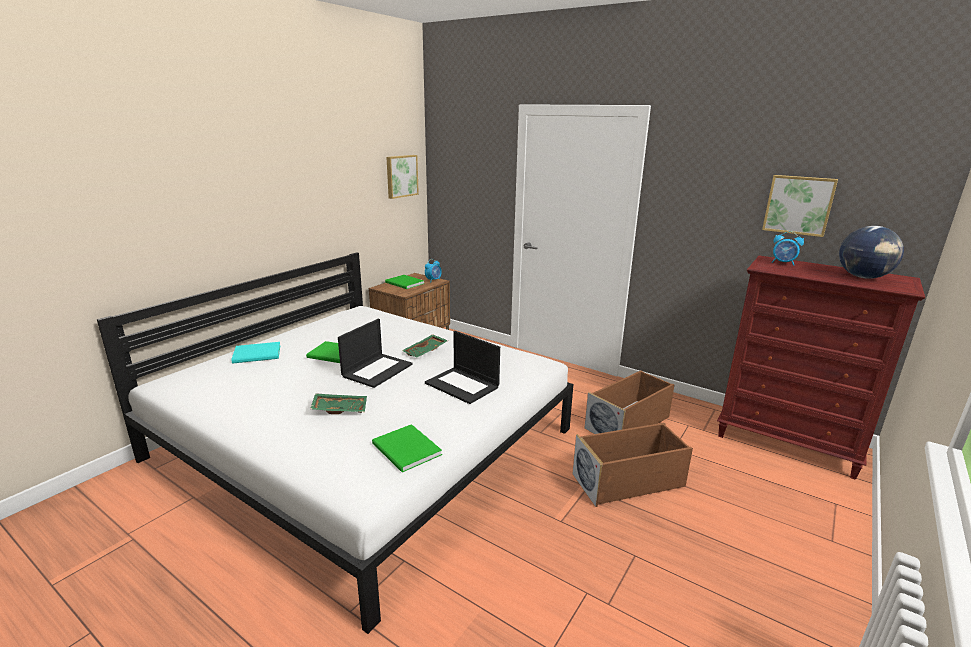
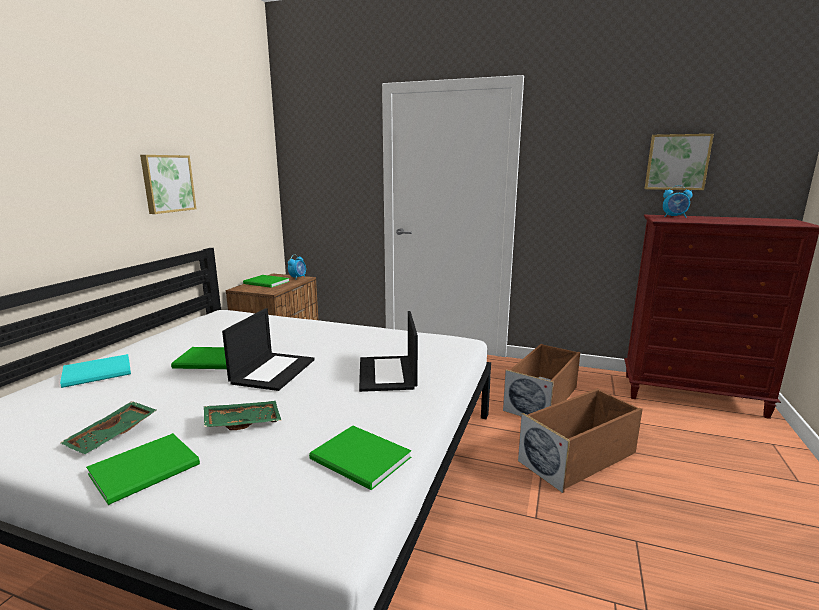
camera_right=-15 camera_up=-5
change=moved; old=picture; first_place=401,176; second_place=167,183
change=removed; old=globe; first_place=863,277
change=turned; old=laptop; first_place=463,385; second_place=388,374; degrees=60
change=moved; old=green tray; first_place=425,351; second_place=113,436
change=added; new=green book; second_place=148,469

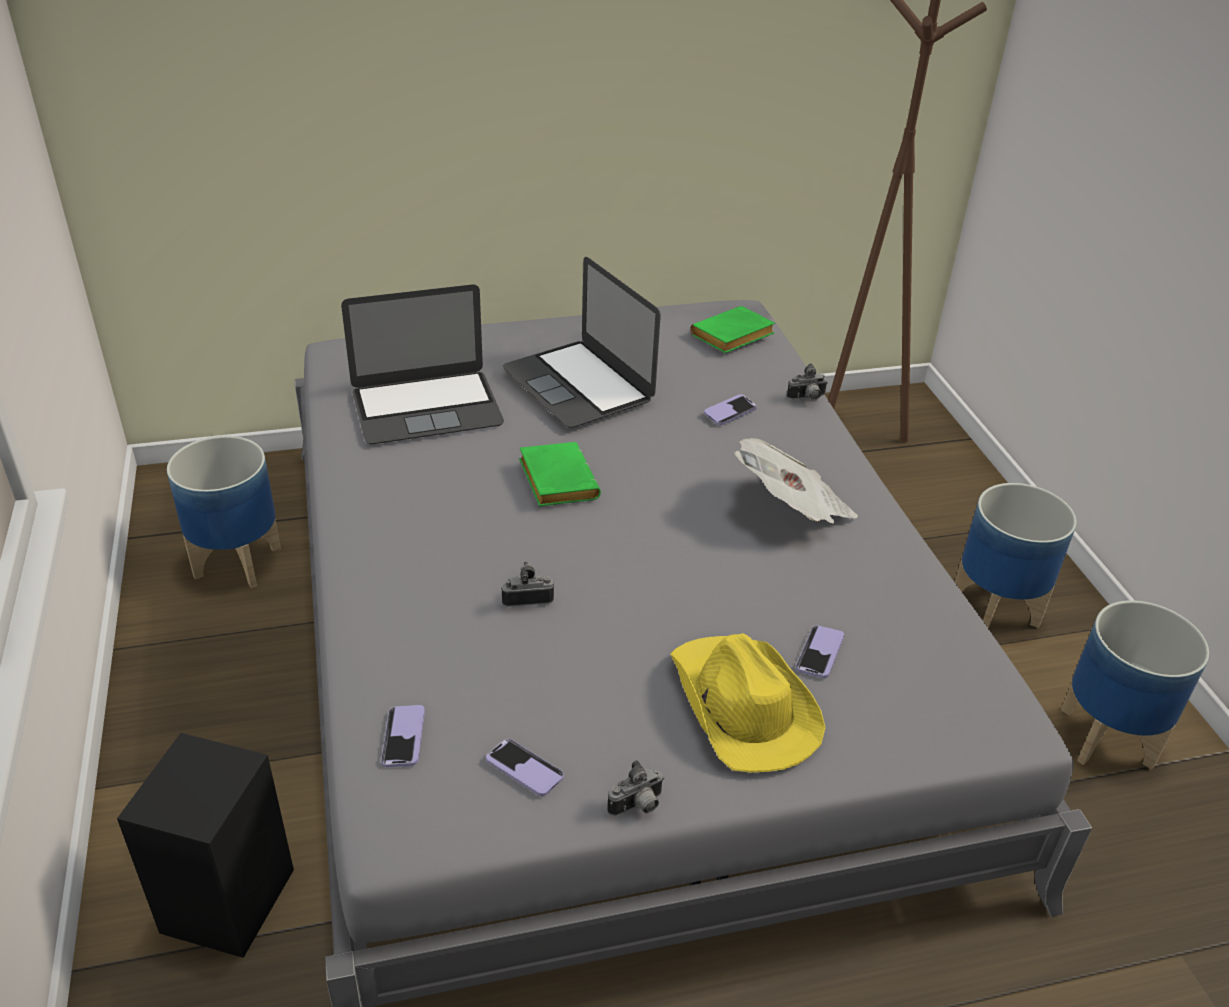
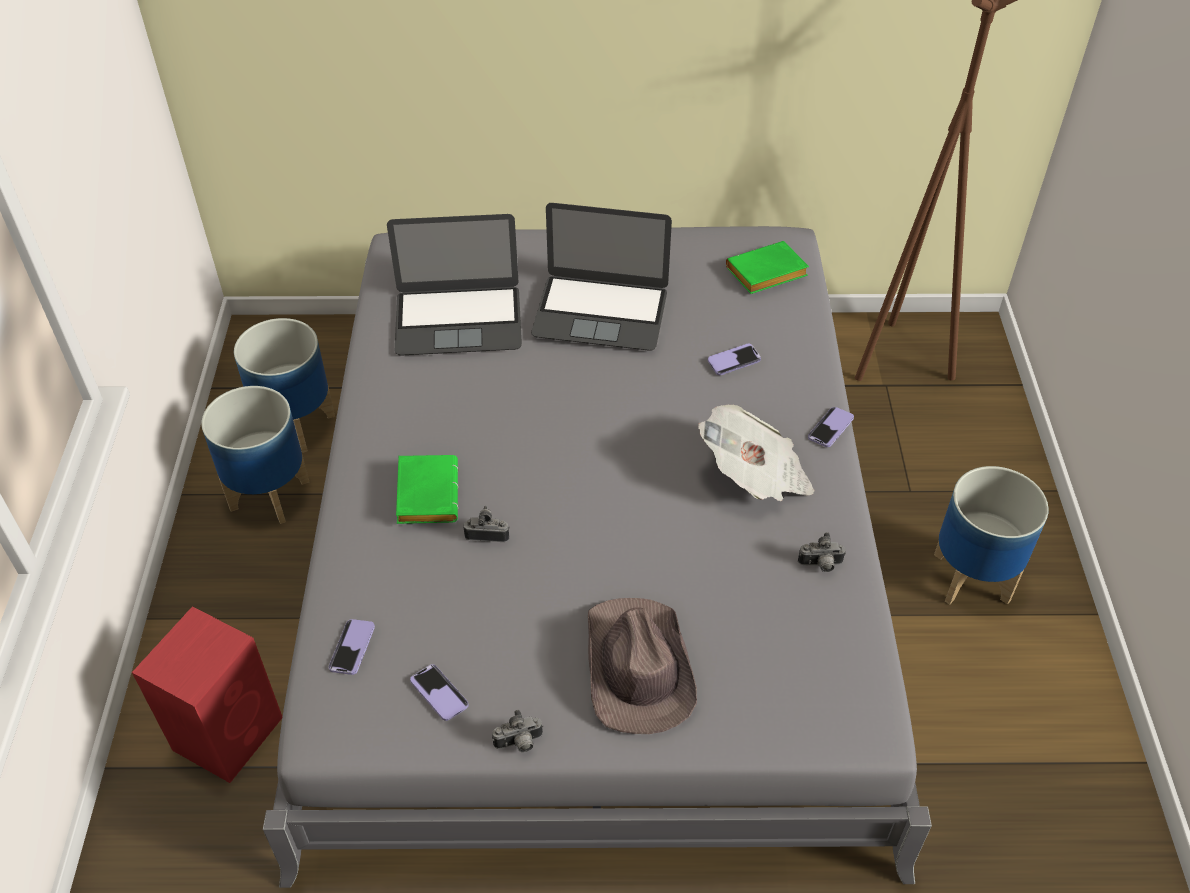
camera_right=15 camera_up=10
change=turned; old=laptop; first_place=578,384; second_place=600,312; degrees=-60
change=moved; old=photo camera; first_place=807,398; second_place=820,565
change=moved; old=green book; first_place=555,480; second_place=425,493
change=moved; old=planter; first_place=1108,737; second_place=271,495
change=moved; old=phone; first_place=819,653; second_place=830,428
change=recoloured; old=yellow hat; new=brown hat; first_place=742,706; second_place=637,667
change=recoloured; old=black speaker; new=red speaker; first_place=230,897; second_place=229,731

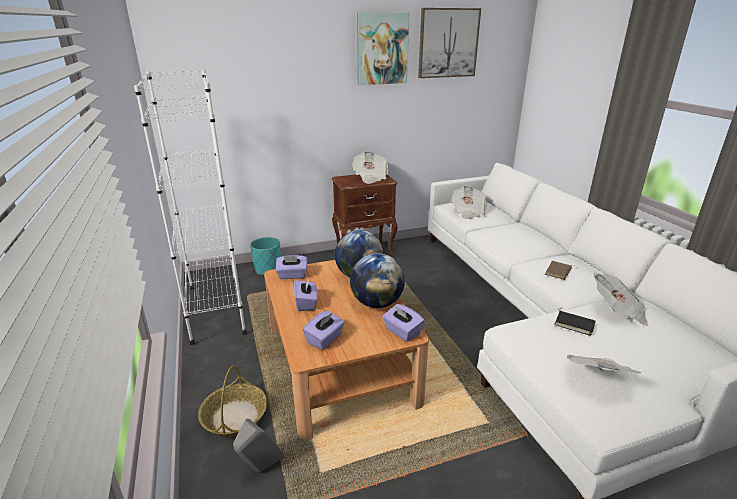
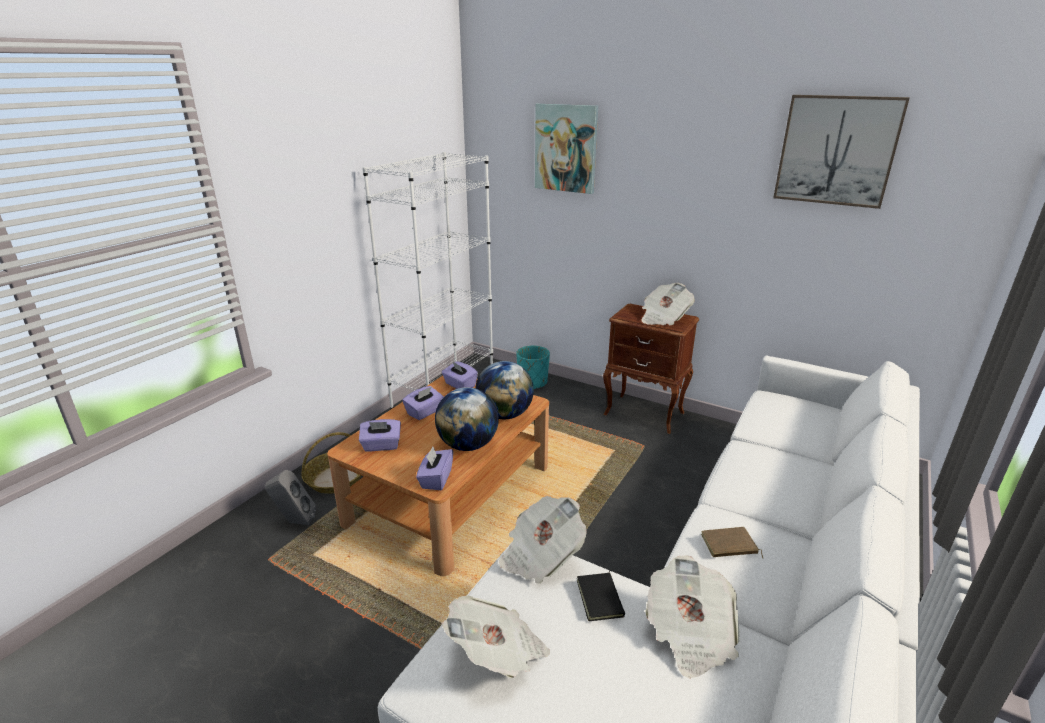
camera_right=50 camera_up=0
change=moved; old=picture; first_place=382,49; second_place=566,148
change=moved; old=newspaper; first_place=468,212; second_place=540,555

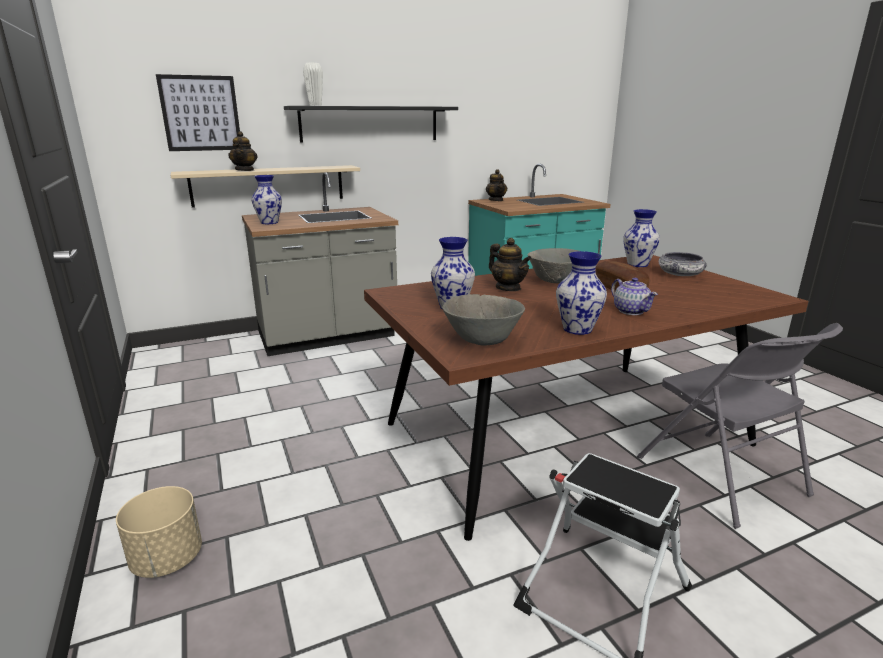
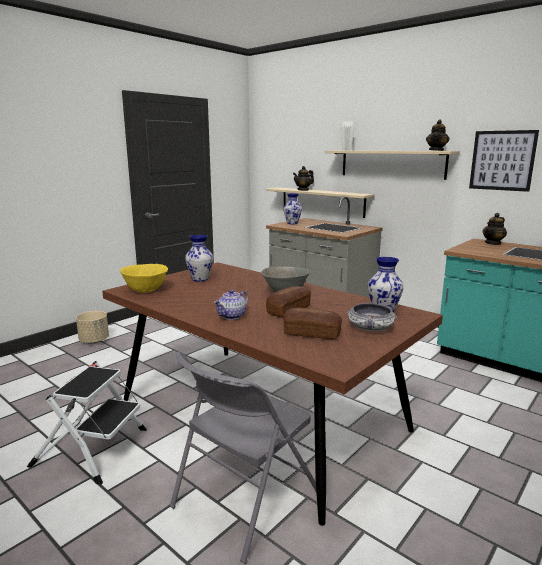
camera_right=65 camera_up=-5
change=moved; old=picture; first_place=200,113; second_place=502,160
change=recoloured; old=black shelf; new=beige shelf; first_place=370,124; second_place=391,164
change=moved; old=teapot; first_place=508,288; second_place=436,150
change=removed; old=vase; first_place=578,329
change=recoloured; old=grey bowl; new=yellow bowl; first_place=482,341; second_place=145,290
change=added; new=bread; second_place=312,334

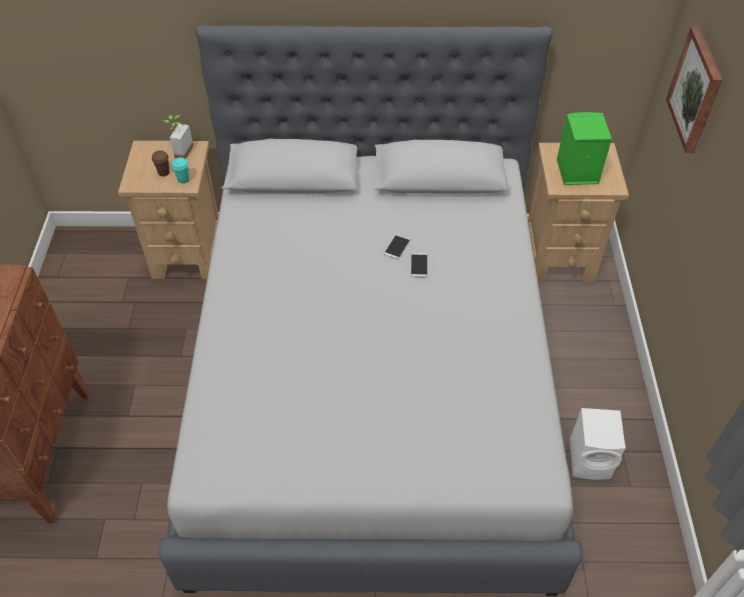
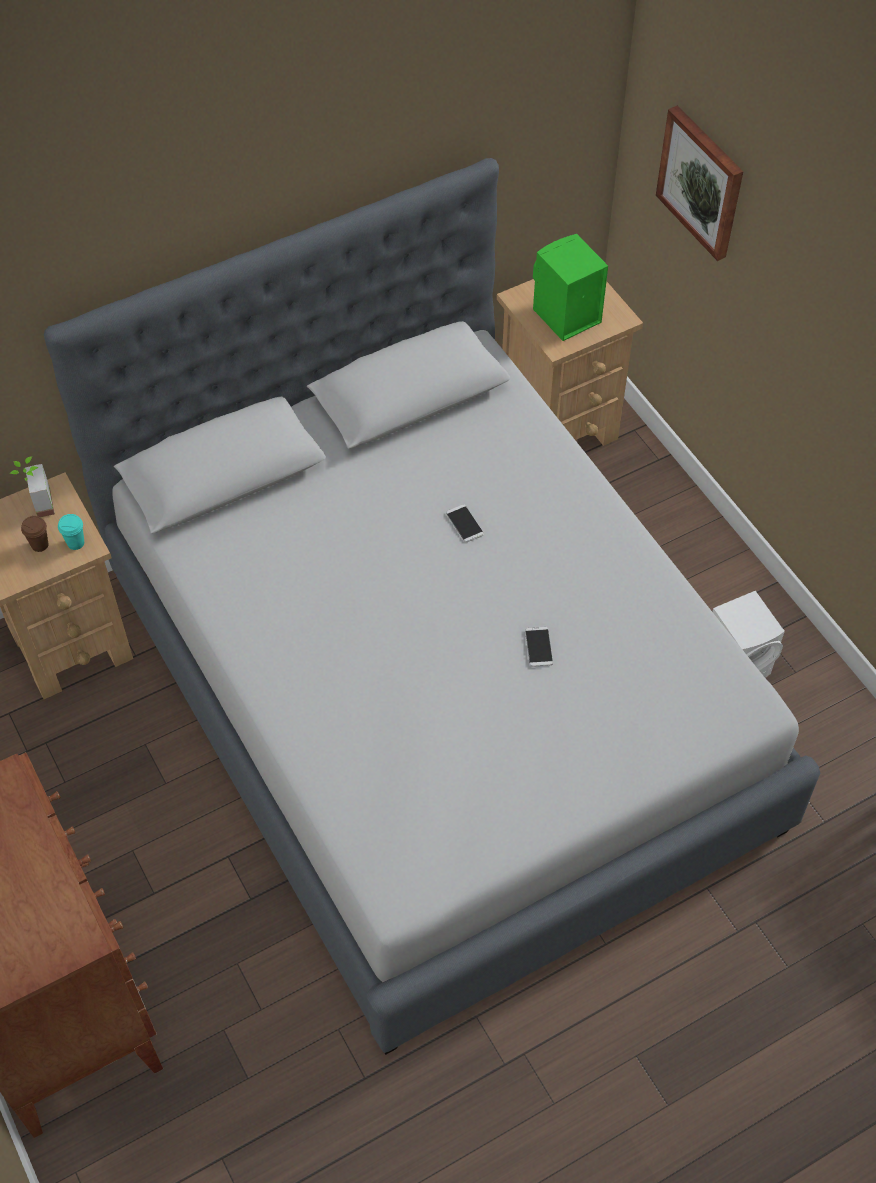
camera_right=-30 camera_up=5
change=moved; old=phone; first_place=397,247; second_place=538,647

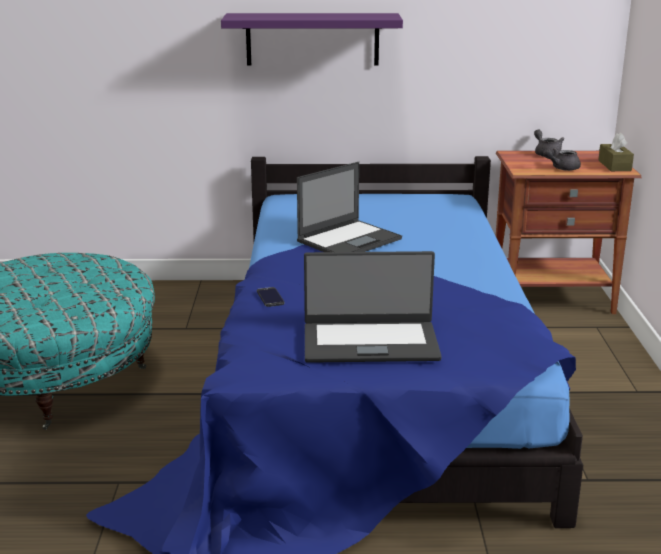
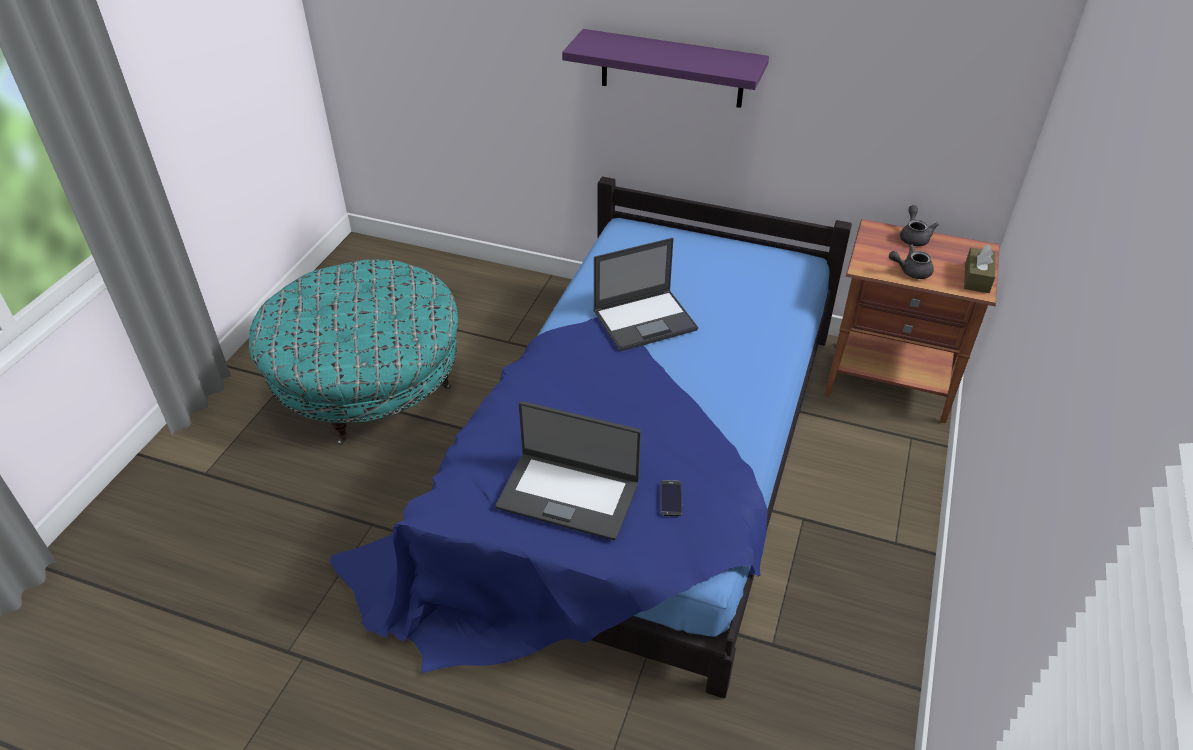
camera_right=20 camera_up=20
change=moved; old=phone; first_place=270,297; second_place=671,498

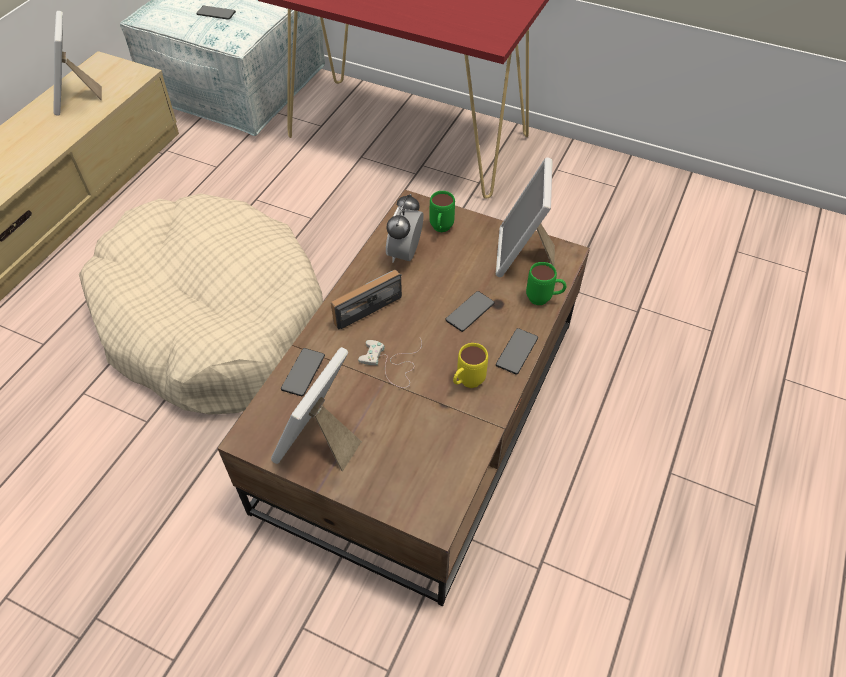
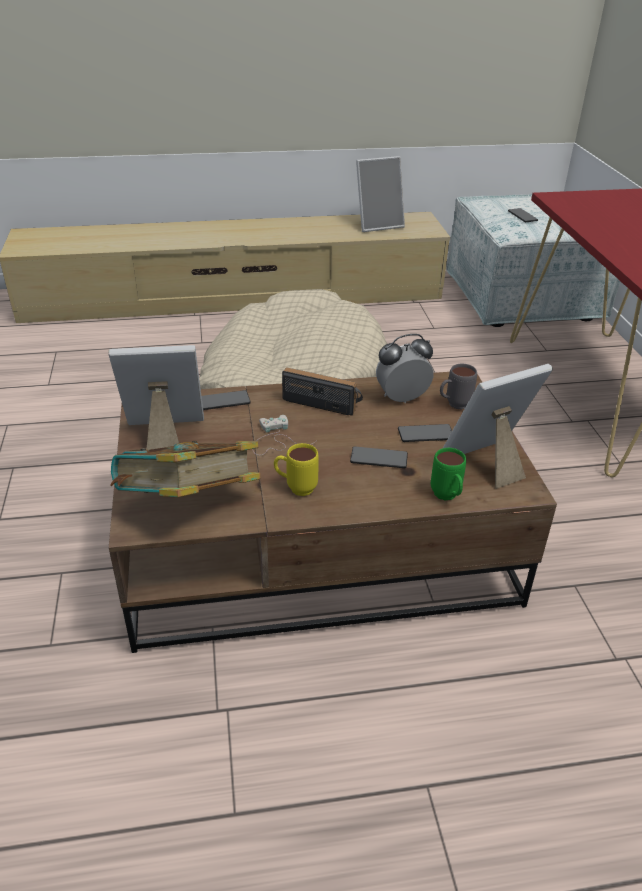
camera_right=55 camera_up=-15
change=turned; old=picture frame; first_place=76,97; second_place=378,224; degrees=-150
change=recoloured; old=green mug; new=grey mug; first_place=440,230; second_place=453,405
change=moved; old=phone; first_place=517,352; second_place=425,434
change=added; new=book; second_place=189,505

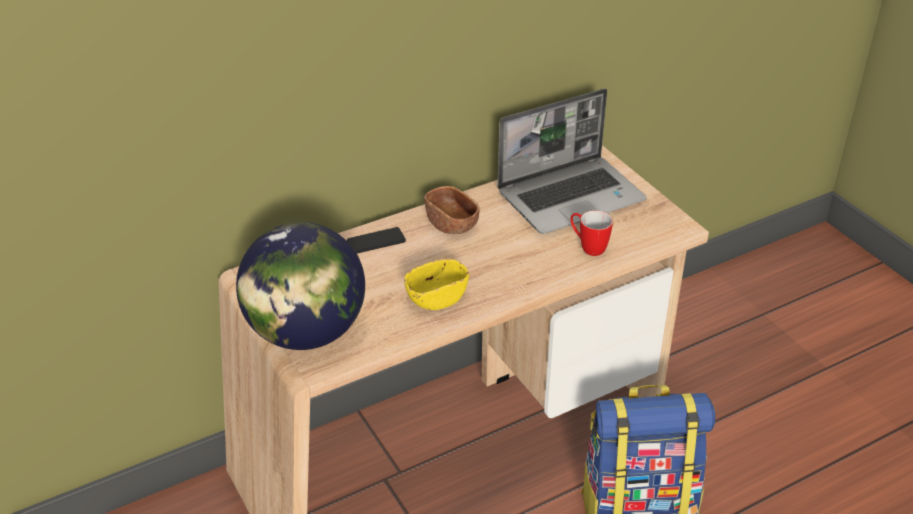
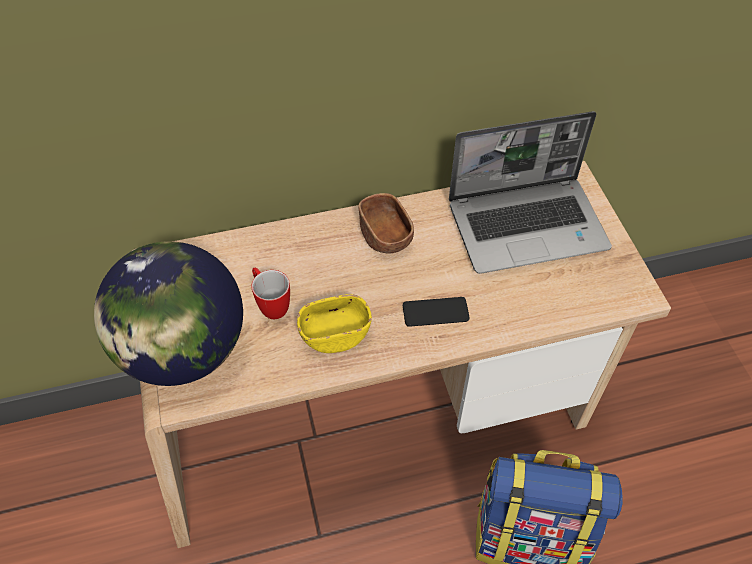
camera_right=15 camera_up=15
change=moved; old=mug; first_place=588,247; second_place=271,304
change=moved; old=phone; first_place=376,241; second_place=435,312

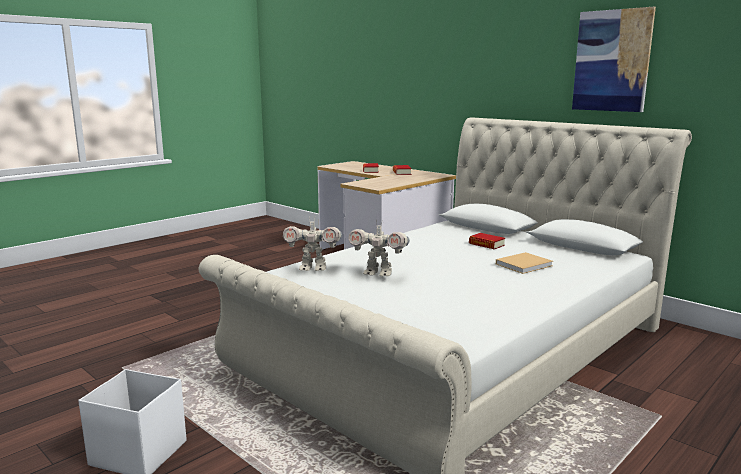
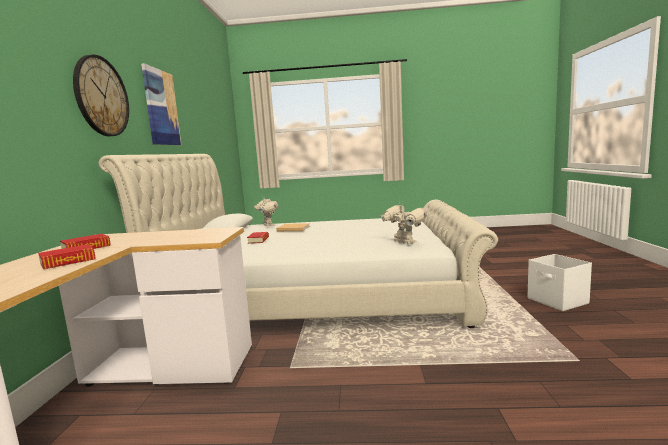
camera_right=-130 camera_up=-5
change=moved; old=toy robot; first_place=378,273; second_place=268,226
change=added; new=wall clock; second_place=101,96

